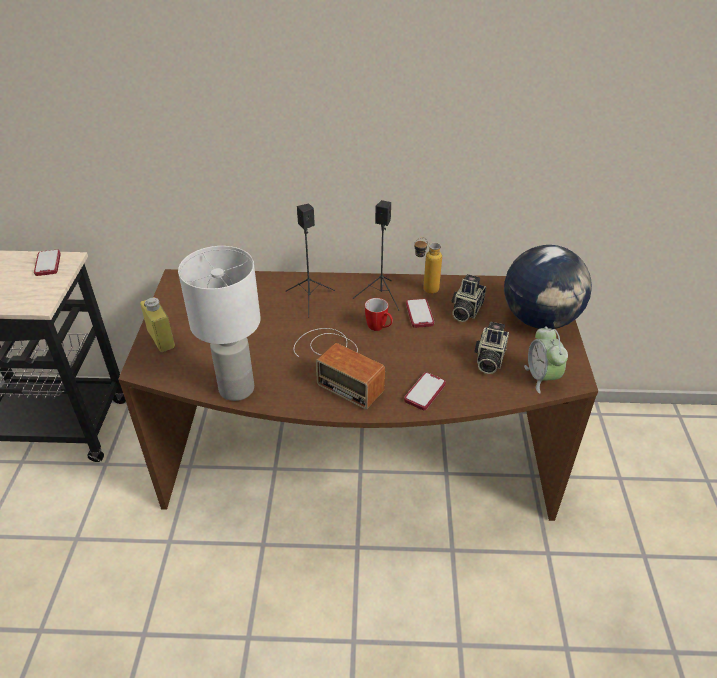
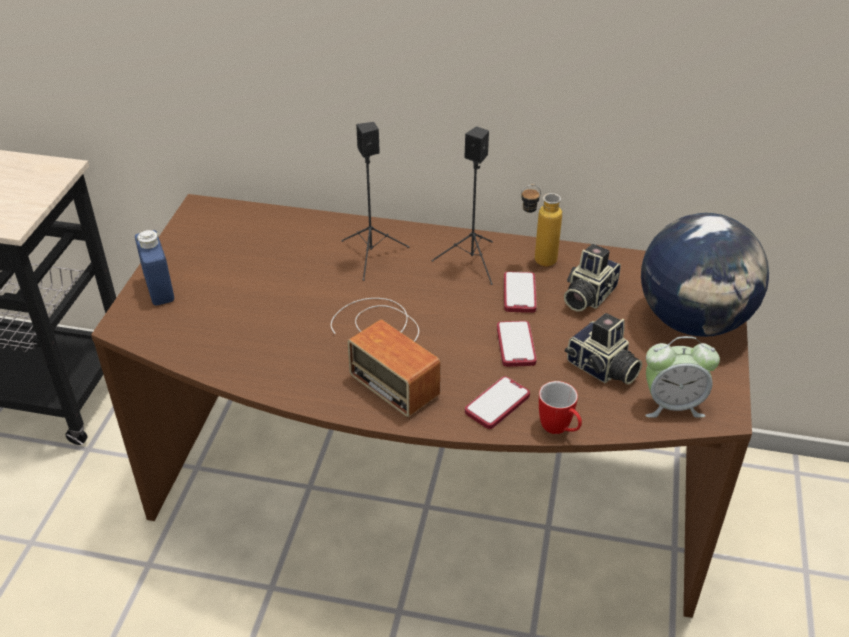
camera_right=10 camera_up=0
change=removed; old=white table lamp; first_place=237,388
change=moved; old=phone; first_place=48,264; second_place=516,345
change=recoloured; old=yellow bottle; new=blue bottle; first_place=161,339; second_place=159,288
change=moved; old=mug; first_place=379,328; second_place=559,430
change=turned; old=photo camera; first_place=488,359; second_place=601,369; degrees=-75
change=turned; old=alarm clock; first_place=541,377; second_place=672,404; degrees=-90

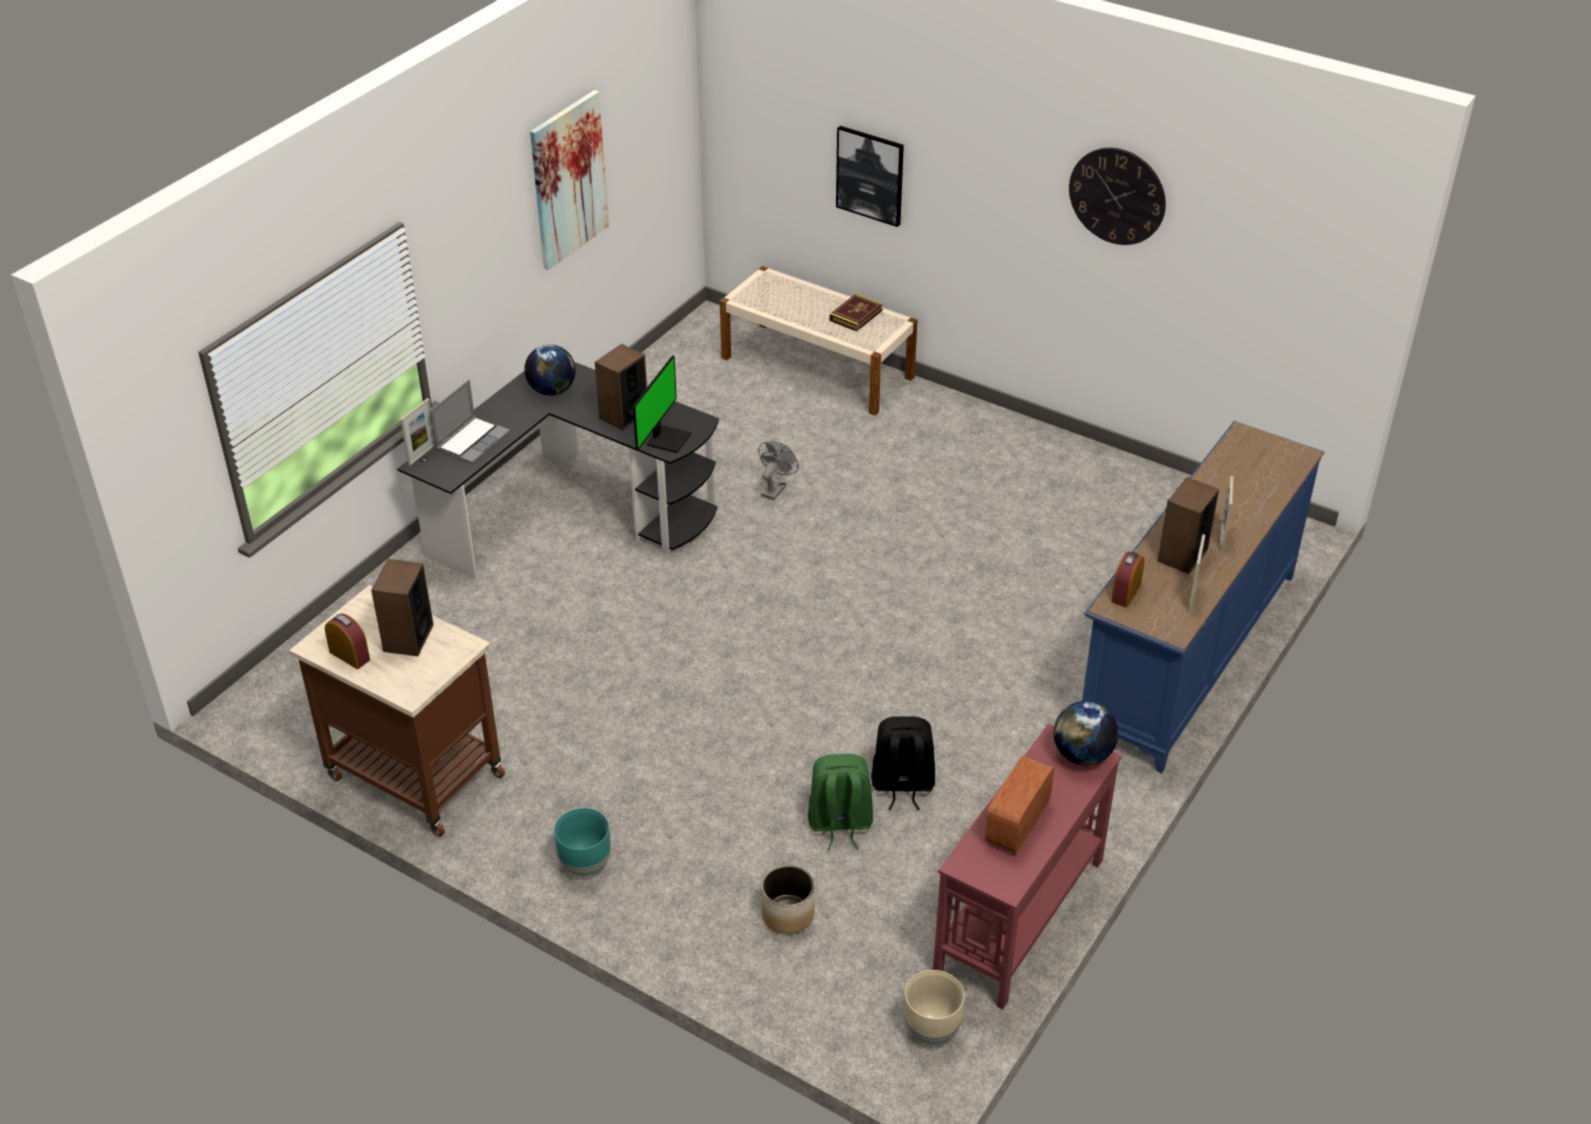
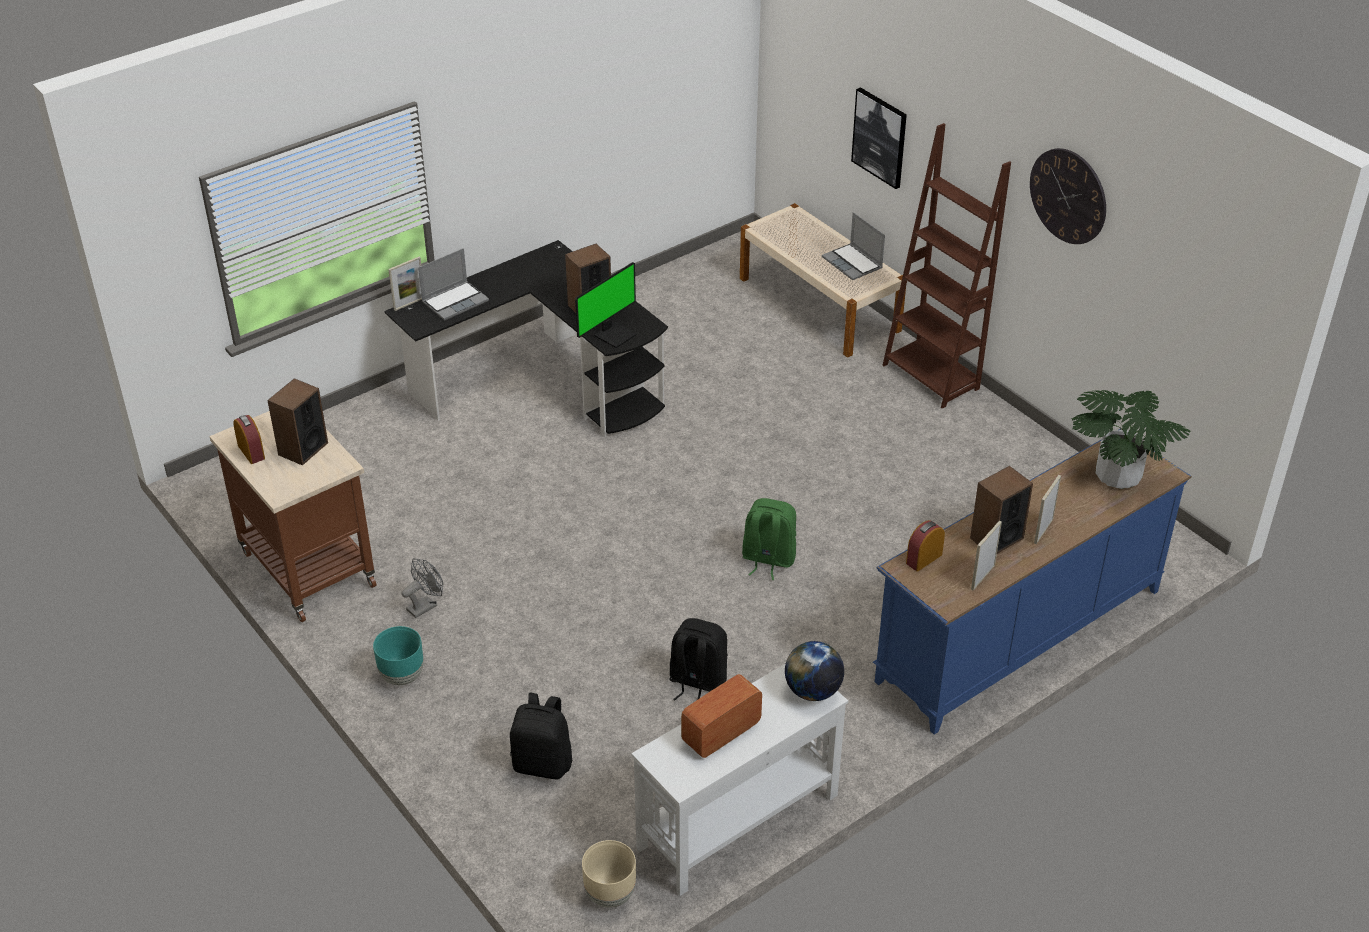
camera_right=20 camera_up=0
change=removed; old=picture; first_place=568,180
change=replaced; old=book; new=laptop; first_place=856,315; second_place=853,263
change=removed; old=globe; first_place=552,390
change=moved; old=grey fan; first_place=775,489; second_place=425,605
change=recoloured; old=red console table; new=white console table; first_place=1018,916; second_place=736,821
change=moved; old=green backpack; first_place=839,824; second_place=768,559
change=replaced; old=planter; new=black backpack; first_place=788,914; second_place=543,763
change=added; new=brown bookcase; second_place=931,376
change=added; new=potted plant; second_place=1118,477

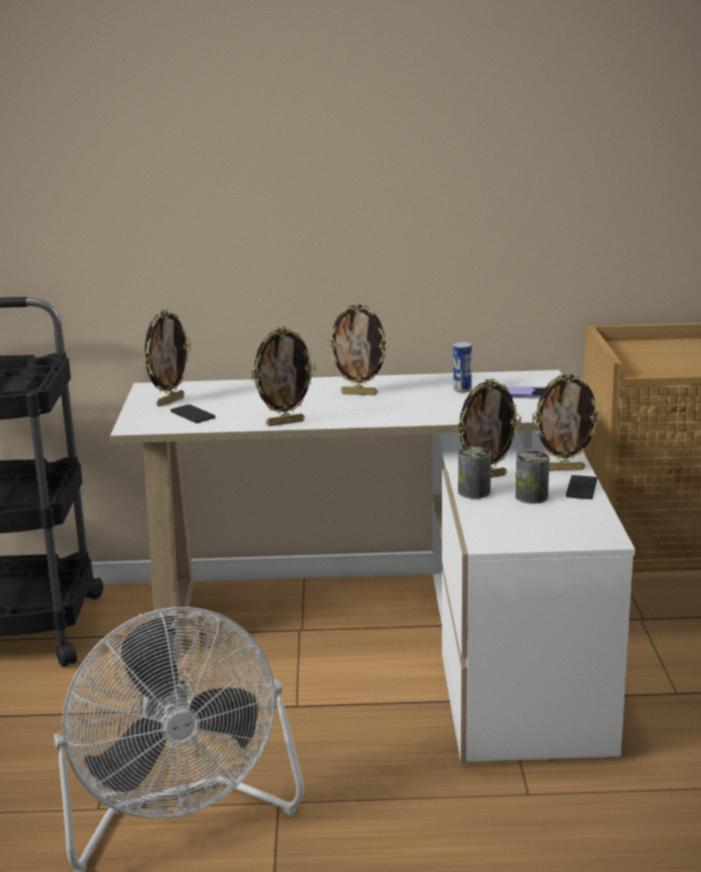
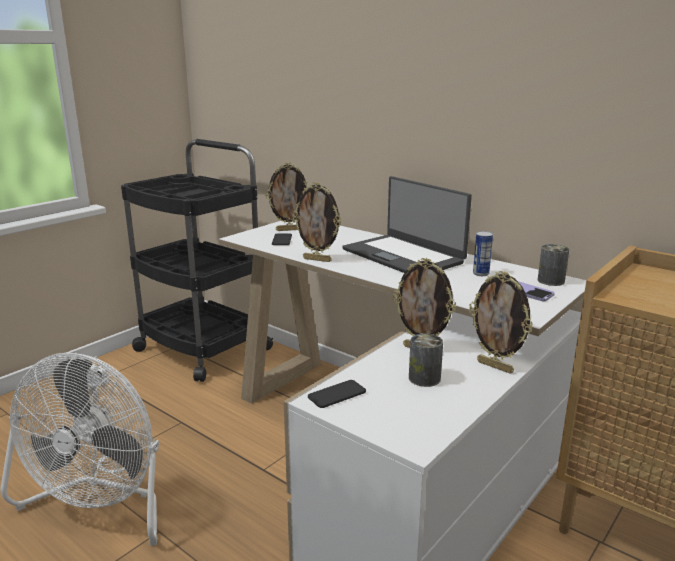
camera_right=40 camera_up=0
change=replaced; old=picture frame; new=laptop; first_place=359,393; second_place=403,256
change=moved; old=can; first_place=474,492; second_place=551,281
change=moved; old=phone; first_place=581,488; second_place=337,394

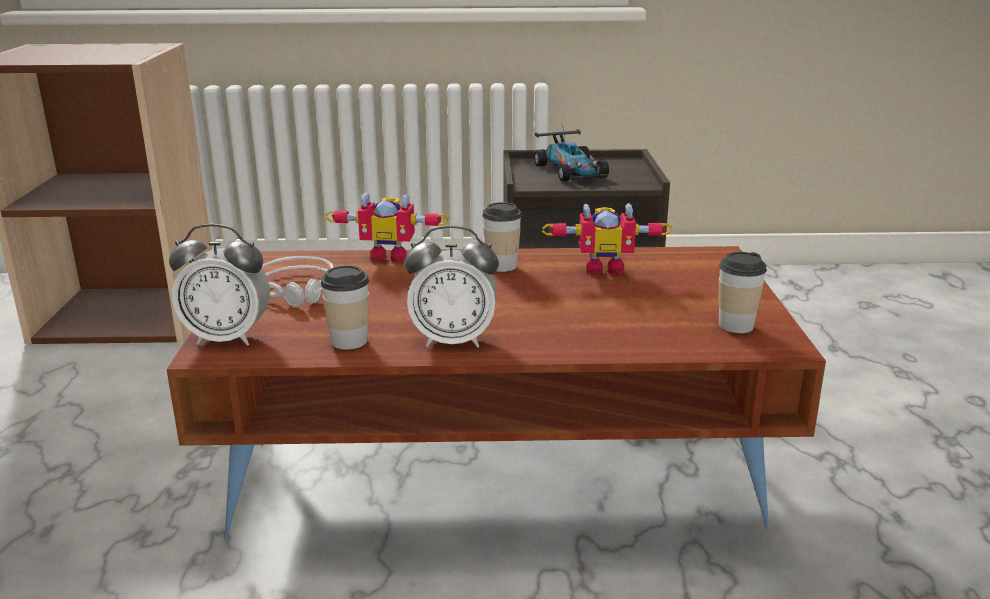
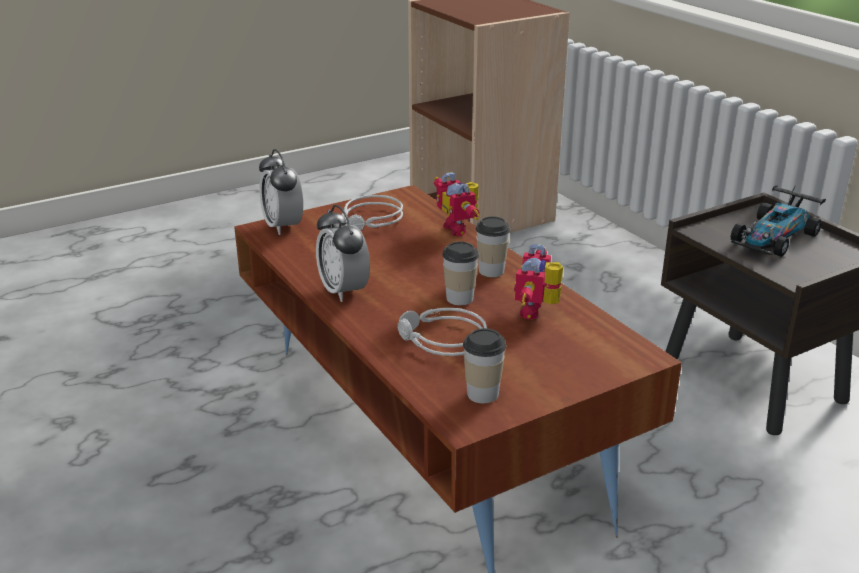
camera_right=60 camera_up=5
change=turned; old=toy robot; first_place=604,268; second_place=538,311; degrees=45
change=moved; old=cup; first_place=349,341; second_place=459,298
change=added; new=grey headphones; second_place=440,340

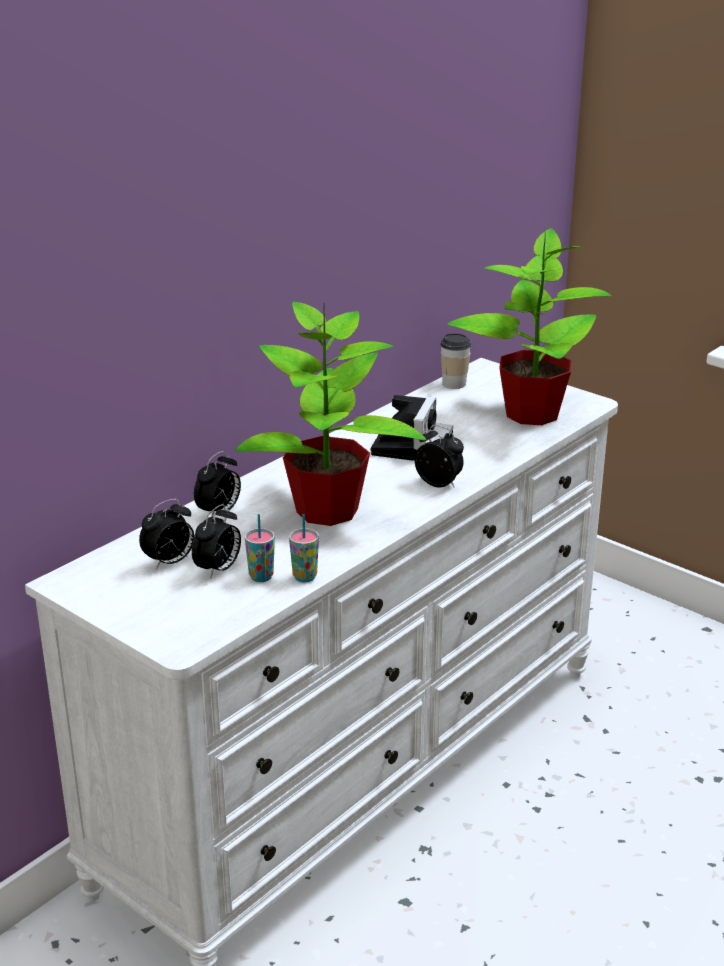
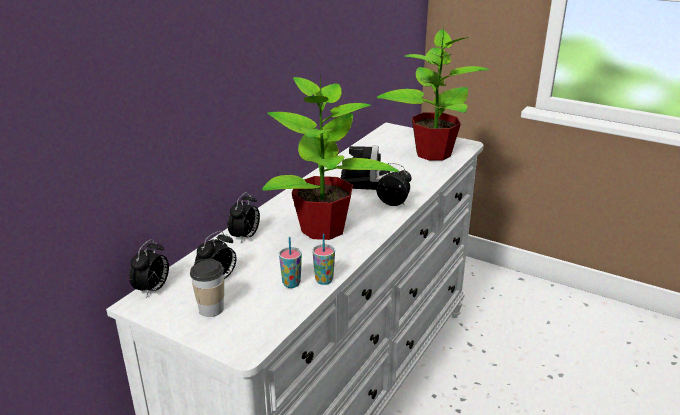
camera_right=-10 camera_up=0
change=moved; old=cup; first_place=454,384; second_place=211,309
change=moved; old=alarm clock; first_place=218,569; second_place=153,289

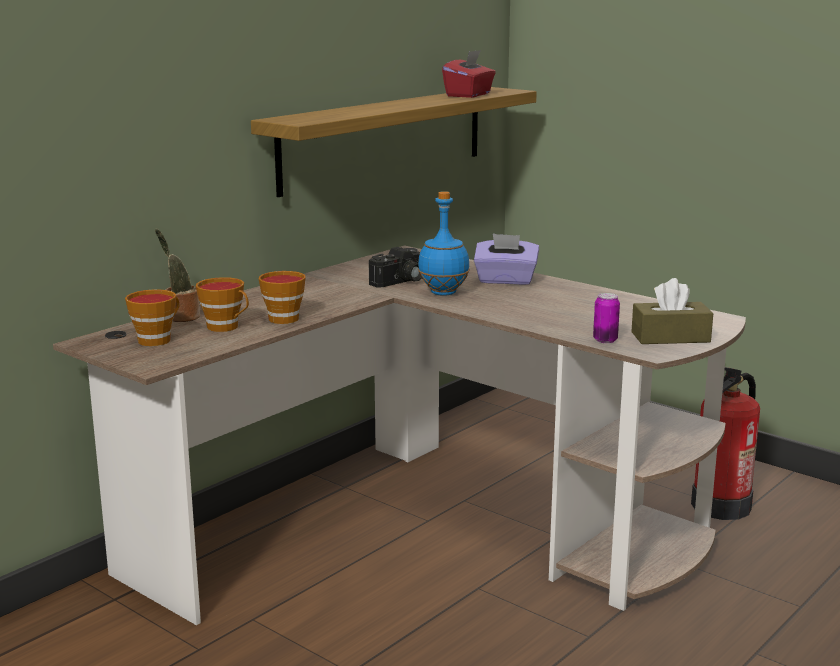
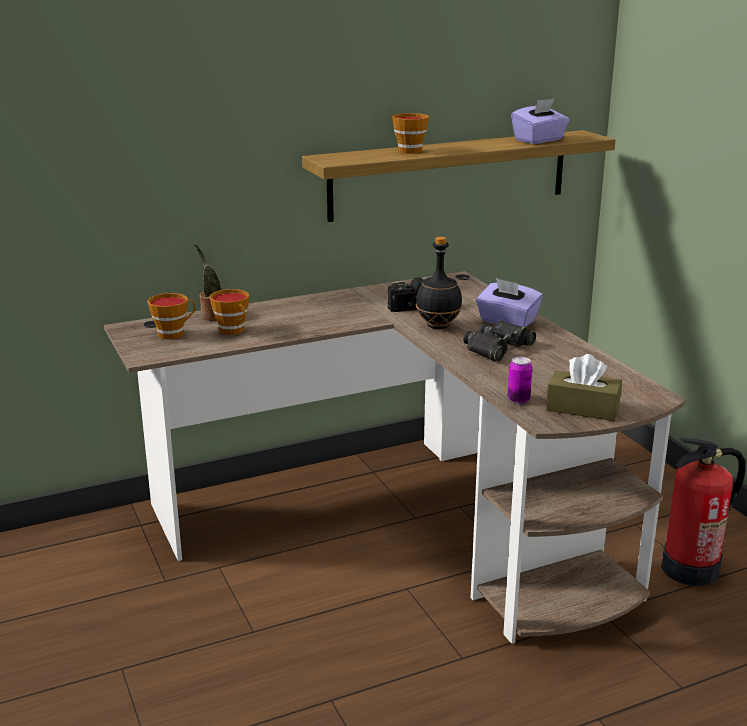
camera_right=25 camera_up=5
change=recoloured; old=red tissue box; new=purple tissue box; first_place=469,95; second_place=539,140
change=recoloured; old=blue bottle; new=black bottle; first_place=442,293; second_place=438,326
change=moved; old=cup; first_place=285,318; second_place=411,150
change=added; new=black binoculars; second_place=497,348

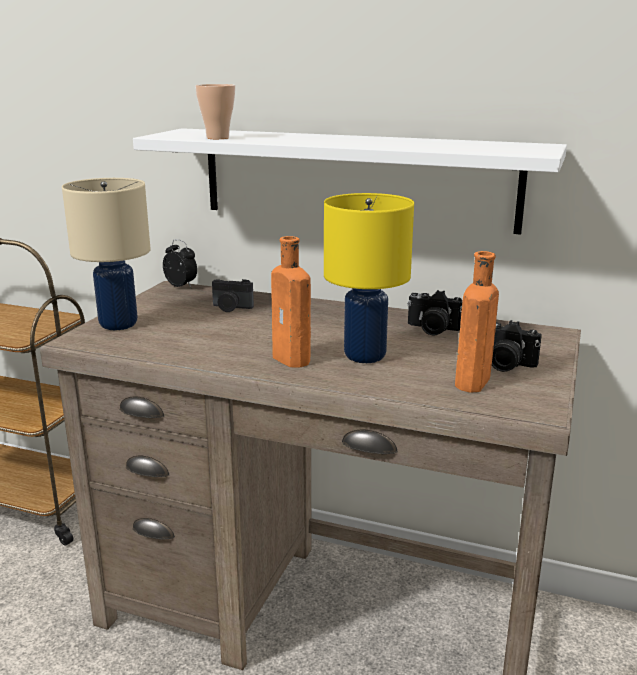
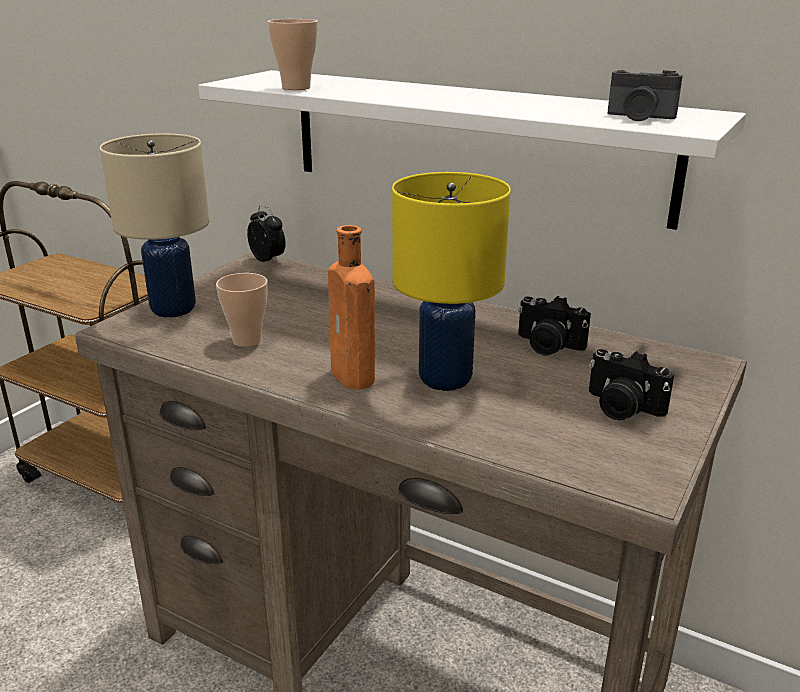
camera_right=10 camera_up=5
change=removed; old=orange bottle; first_place=472,384
change=moved; old=photo camera; first_place=231,308; second_place=639,117
change=added; new=cup; second_place=247,341

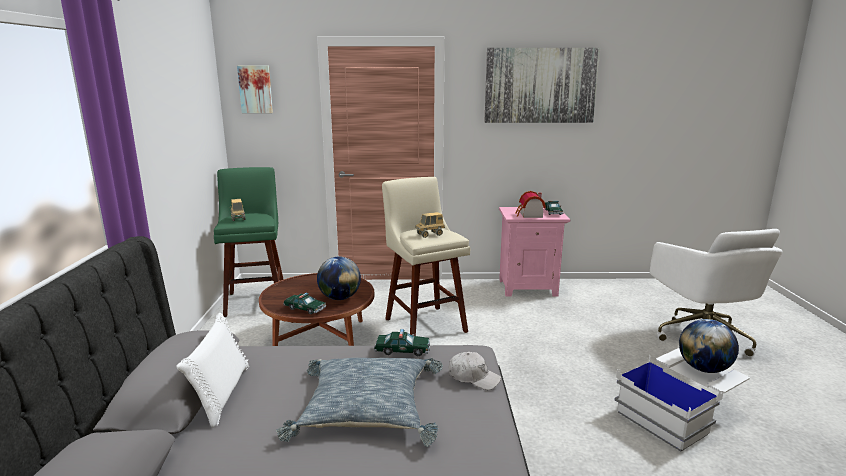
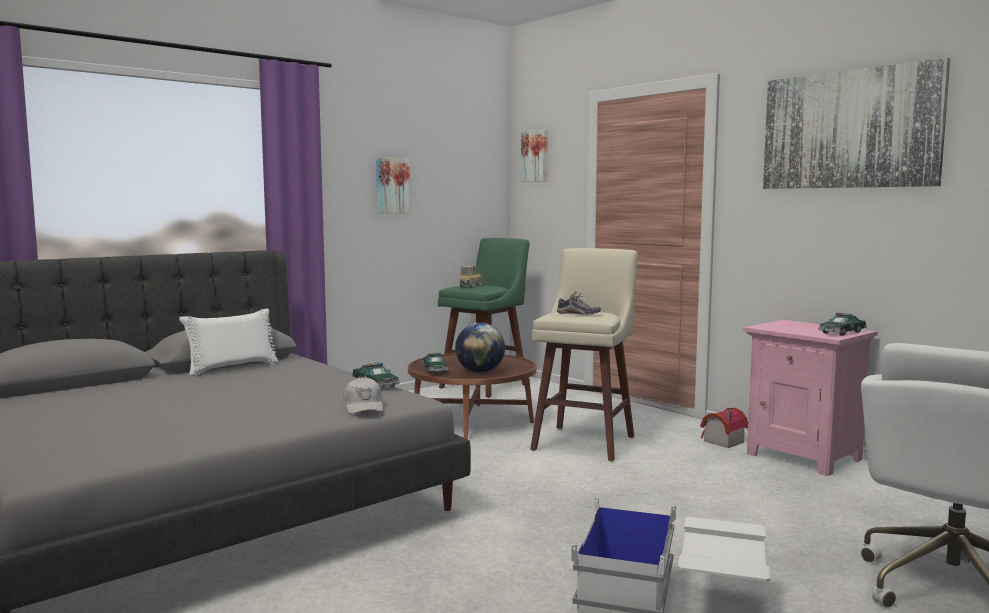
camera_right=50 camera_up=-10
change=moved; old=toy house; first_place=529,215; second_place=721,441
change=replaced; old=toy truck; new=shoe; first_place=430,234; second_place=578,314
change=removed; old=globe; first_place=703,369
change=removed; old=pillow; first_place=368,404
change=added; new=picture; second_place=391,185

